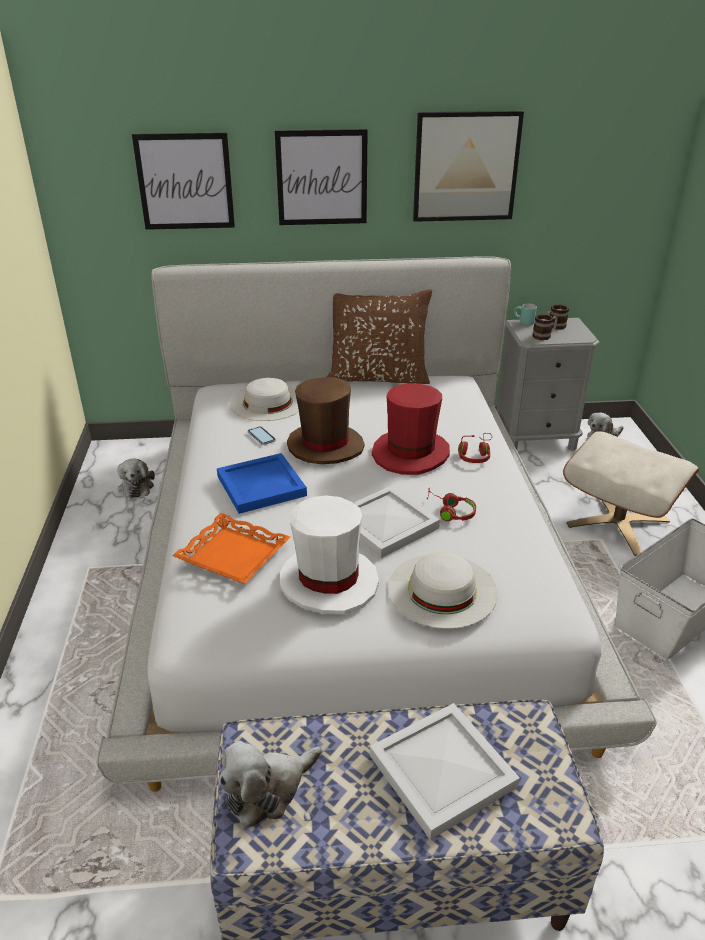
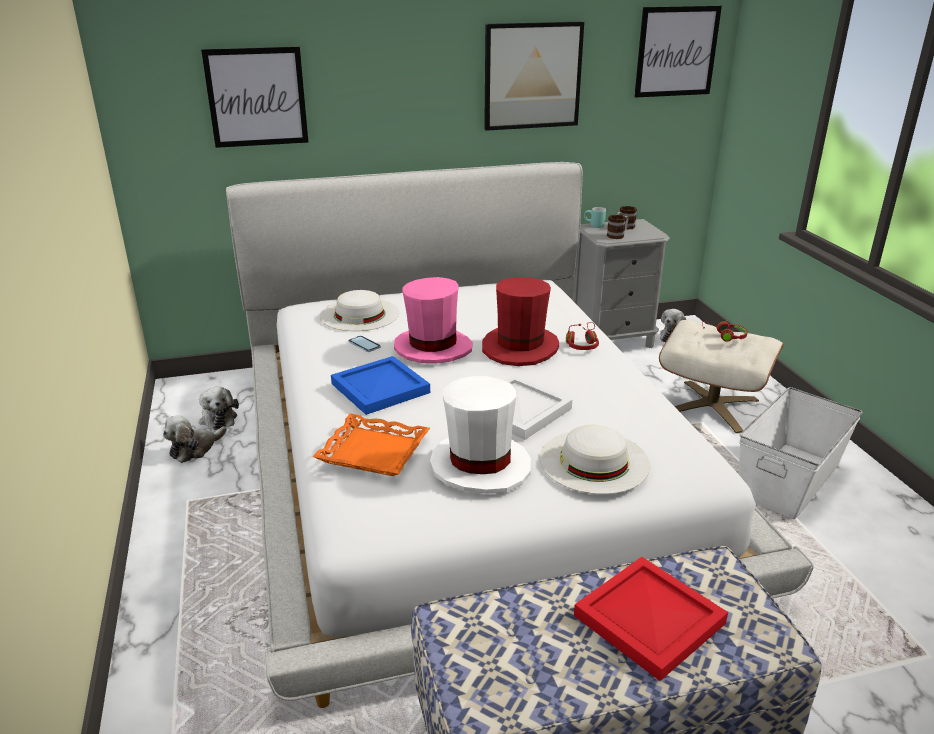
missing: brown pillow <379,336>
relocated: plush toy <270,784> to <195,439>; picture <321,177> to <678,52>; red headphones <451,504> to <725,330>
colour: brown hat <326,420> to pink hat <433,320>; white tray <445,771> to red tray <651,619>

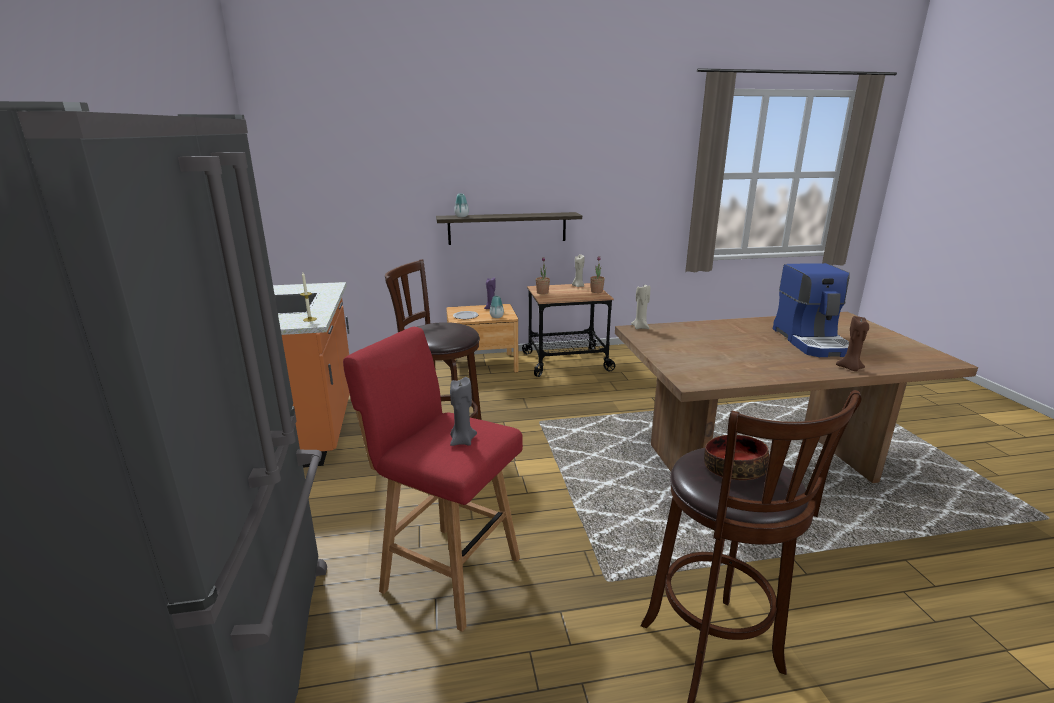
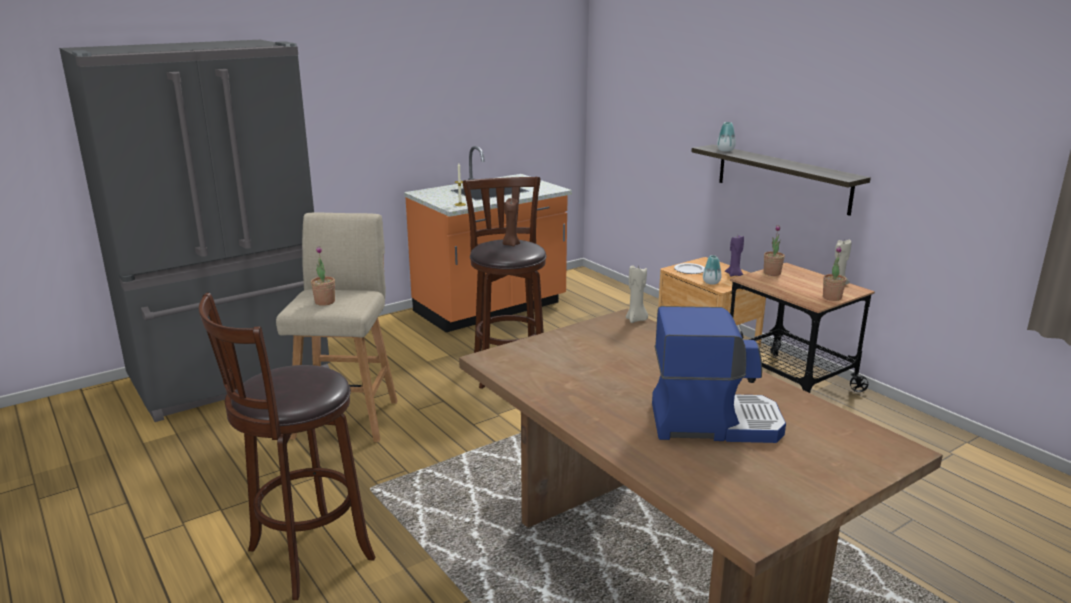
missing: bowl <736,457>
relocated: brown candle <852,343> to <511,222>
exchanged: grey candle <463,411> to potted plant <323,276>
colour: red stool <433,479> to beige stool <337,327>
spun: coffee machine <811,310> = <719,374> 150 degrees counterclockwise

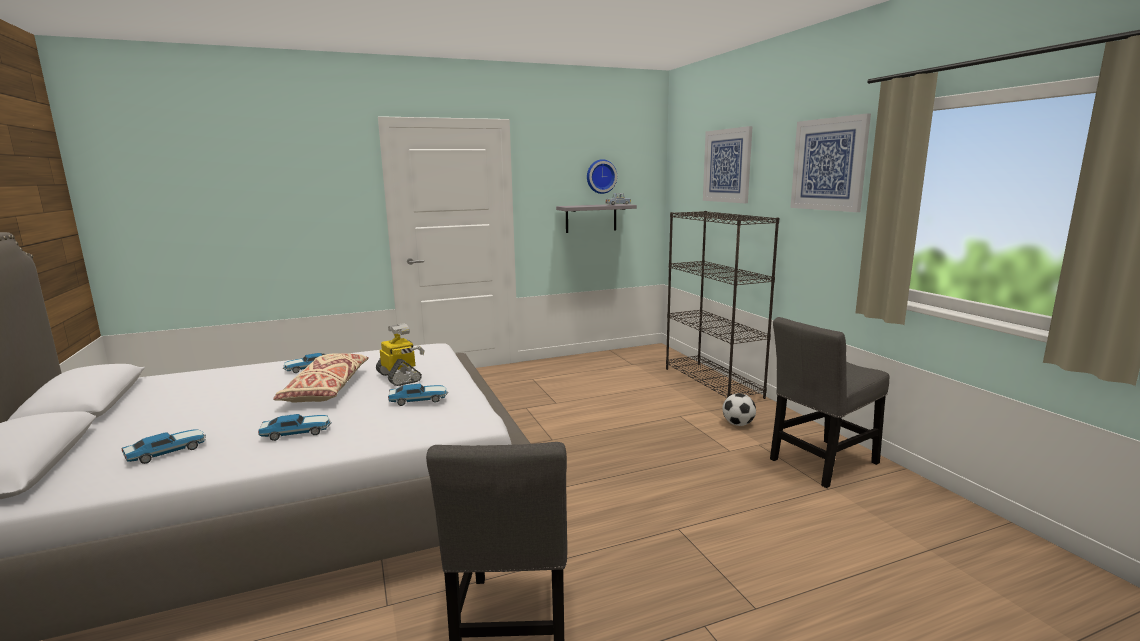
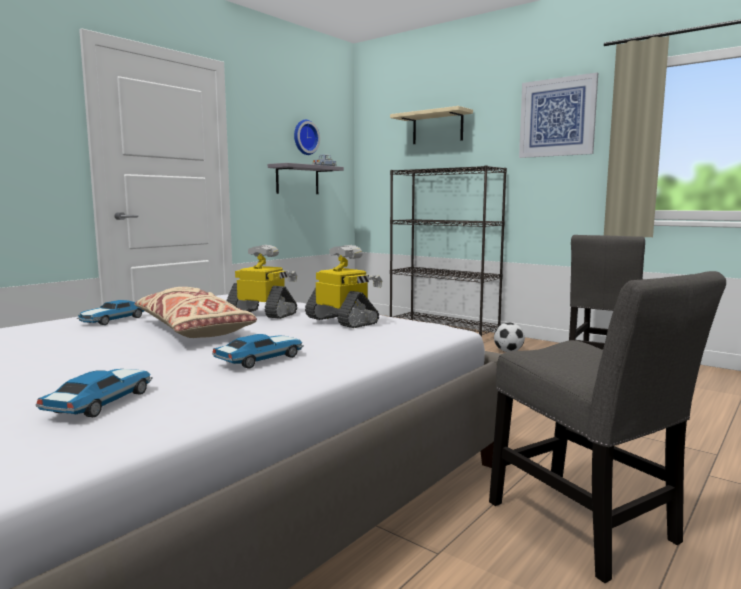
exchanged: toy car <418,395> to toy robot <343,286>; picture <728,164> to beige shelf <431,125>

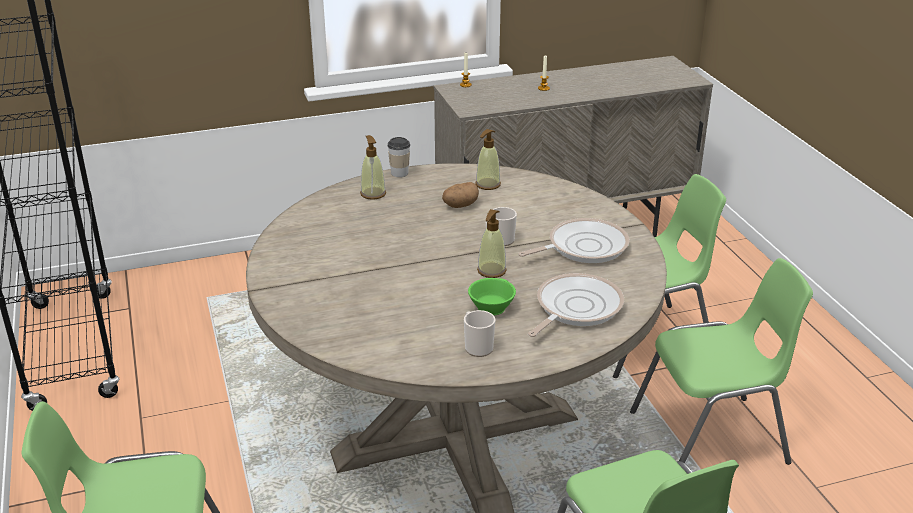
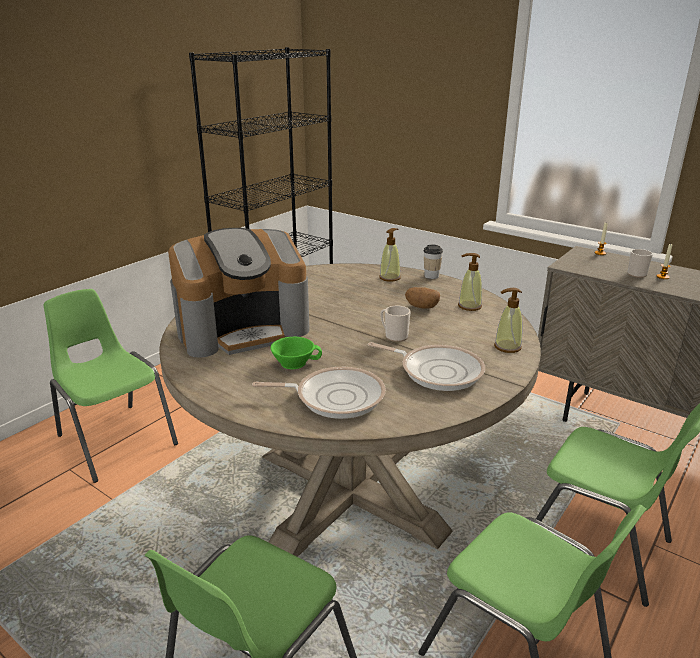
appeared: coffee machine <239,293>
relocated: soap dispenser <492,243> to <508,320>; mug <479,333> to <640,263>

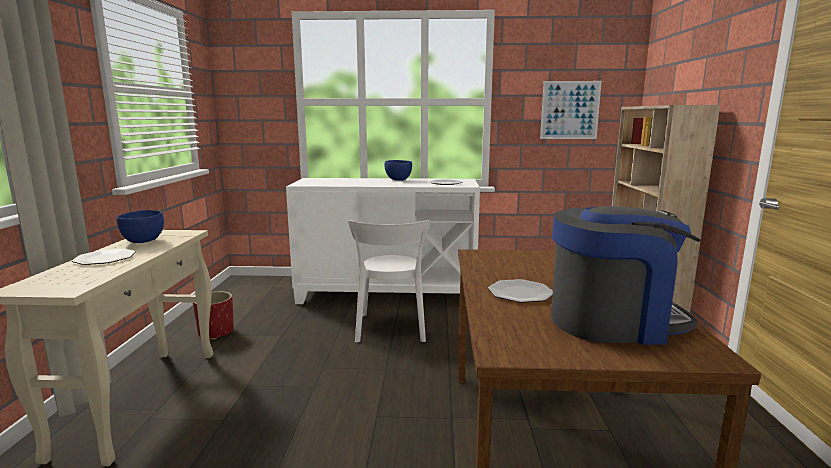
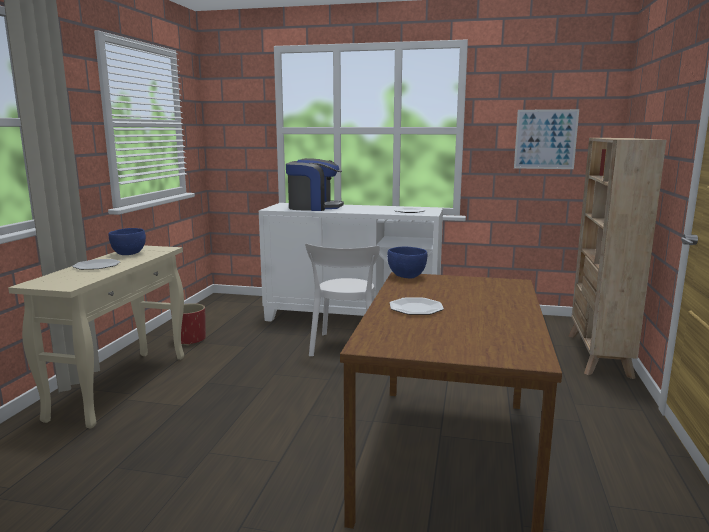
relocated: coffee machine <625,275> to <315,184>; blue bowl <398,170> to <407,262>

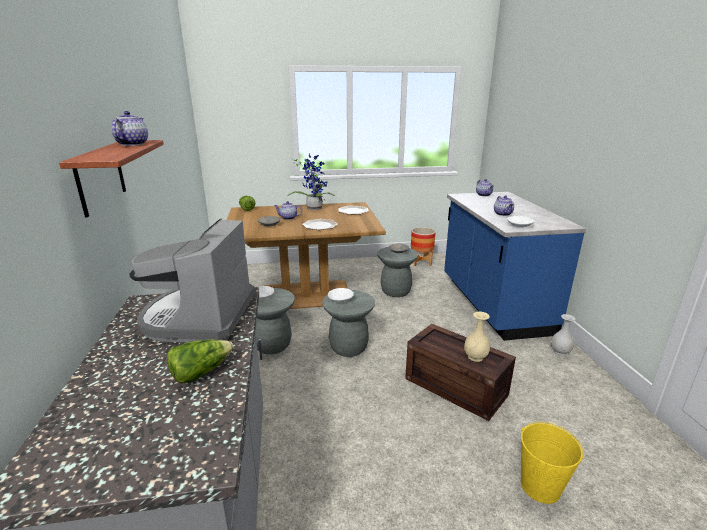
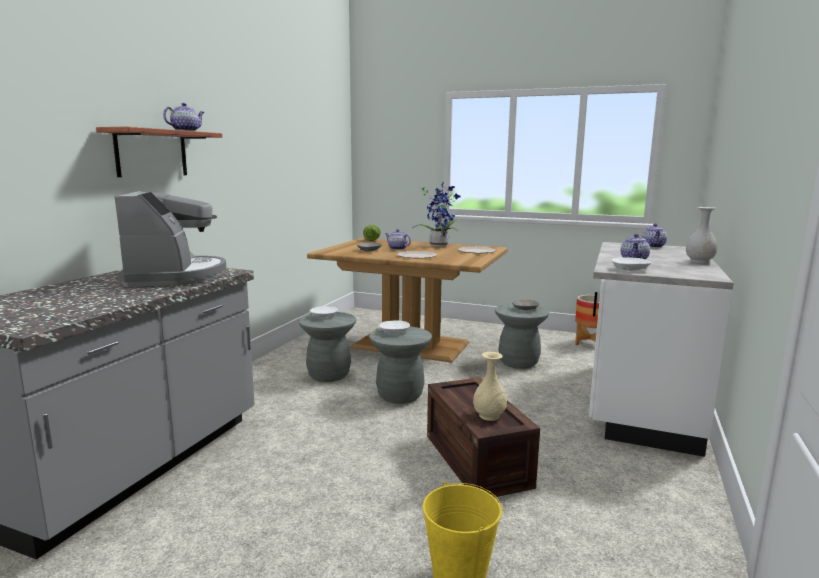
missing: lettuce <200,361>
relocated: white vase <563,335> to <701,235>
colour: blue counter <515,266> to white counter <661,349>
spun: coffee machine <192,280> = <170,239> 135 degrees clockwise

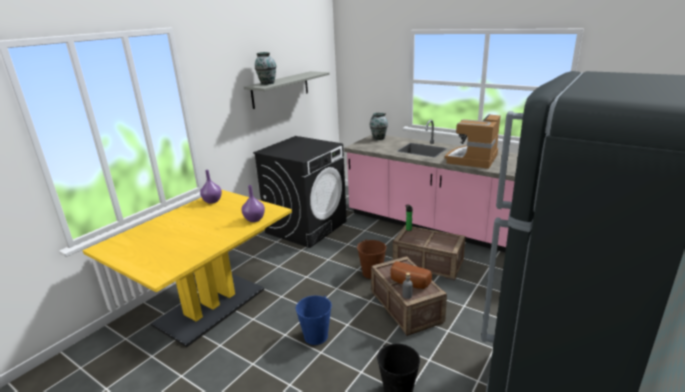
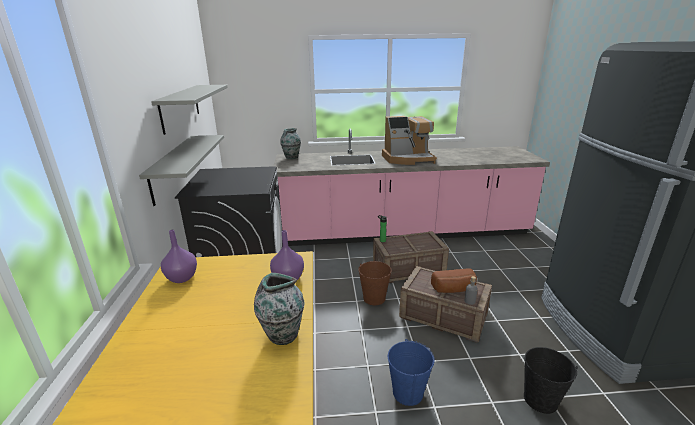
appeared: grey shelf <181,170>
relocated: vase <265,68> to <279,309>
spun: coffee machine <472,141> = <409,140> 90 degrees counterclockwise

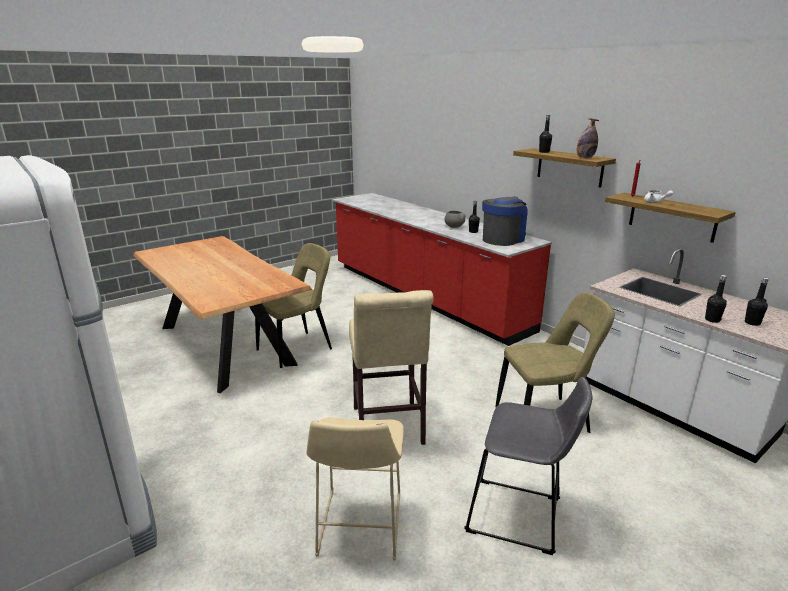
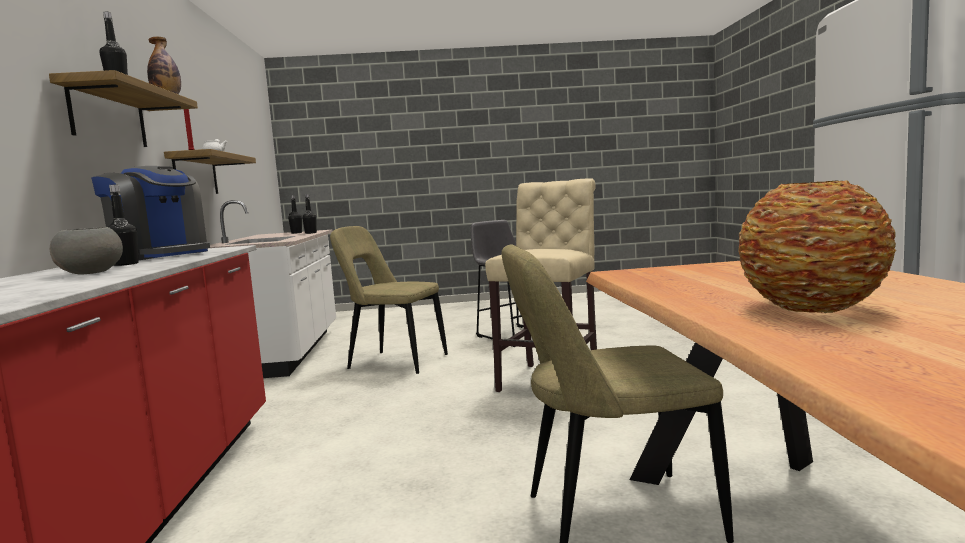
missing: beige stool <355,489>
appeared: vase <817,246>
spun: coffee machine <505,221> = <150,213> 135 degrees counterclockwise

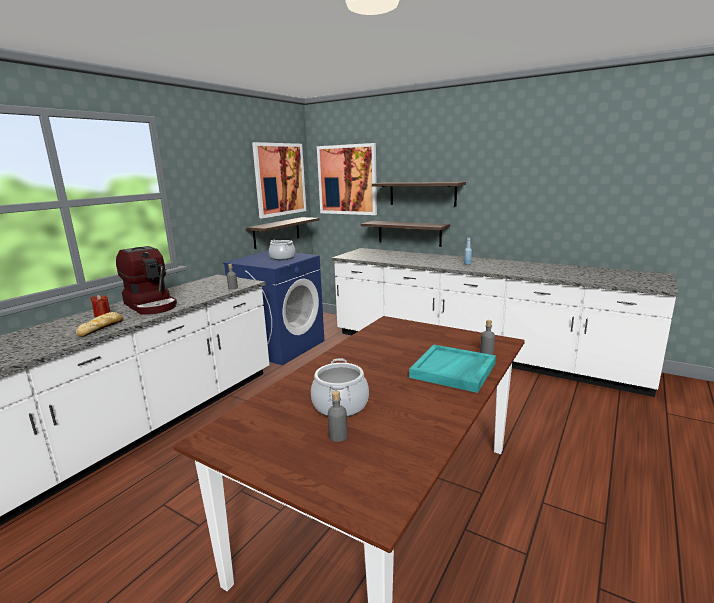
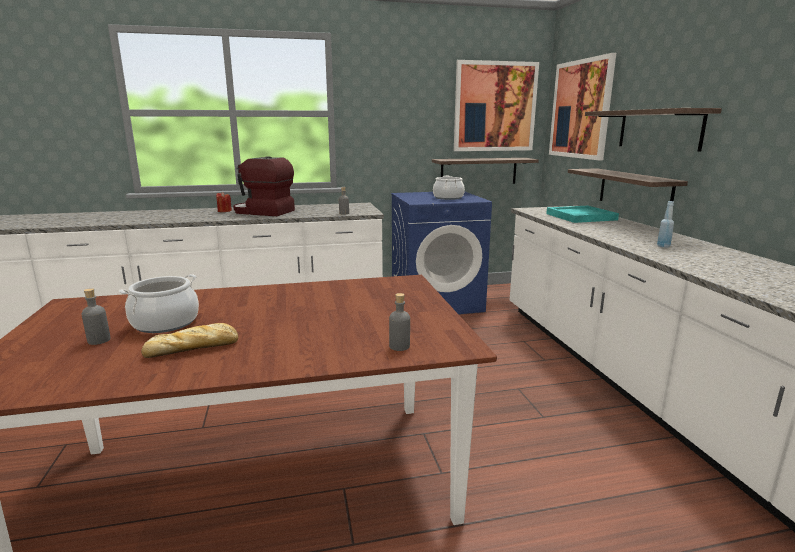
relocated: bread <99,324> to <189,340>; turquoise tray <452,368> to <582,214>
spun: coffee machine <146,280> = <264,186> 105 degrees clockwise

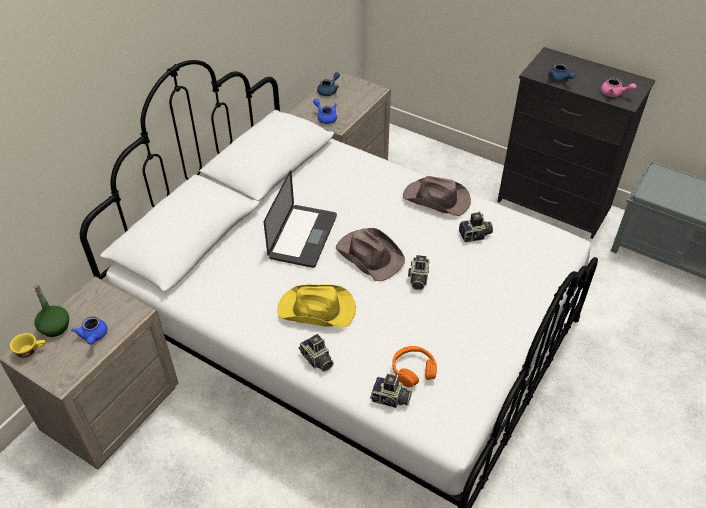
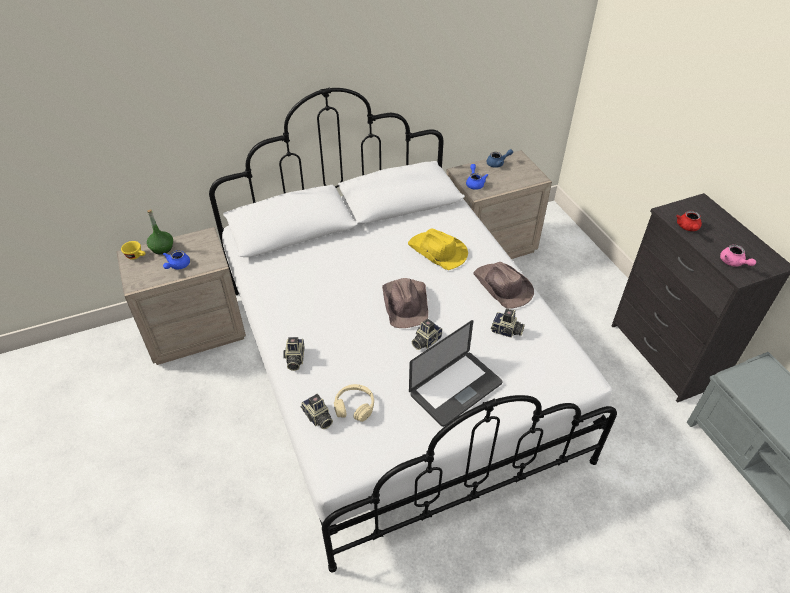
relocated: yellow hat <316,306> to <438,249>; laptop <300,219> to <456,373>
colour: orange headphones <414,366> to beige headphones <354,403>; blue teapot <561,72> to red teapot <689,221>

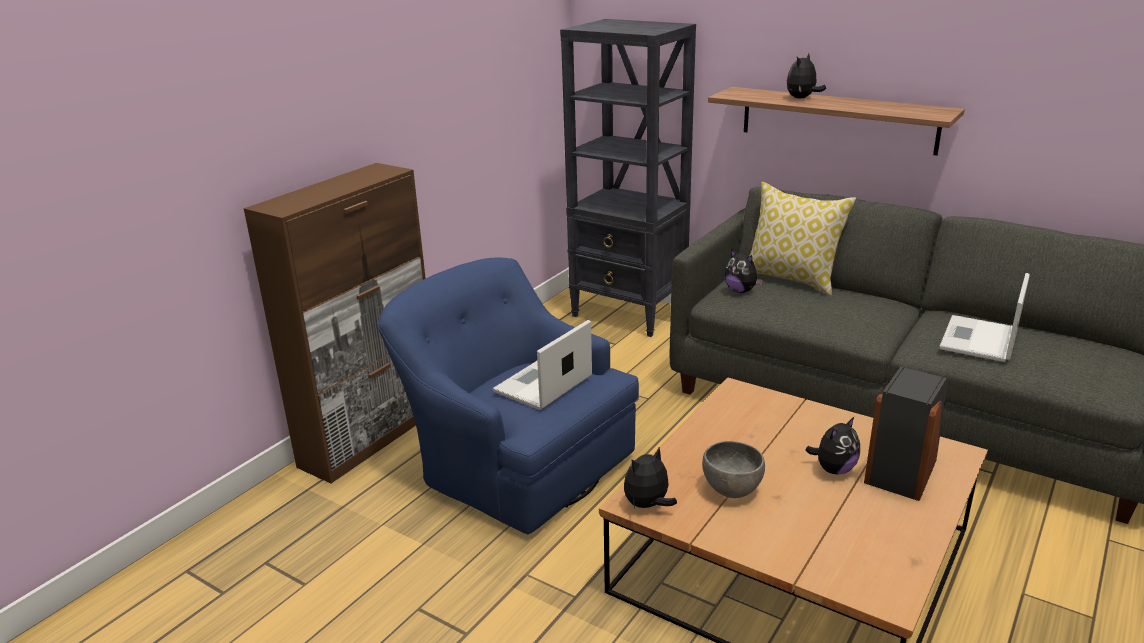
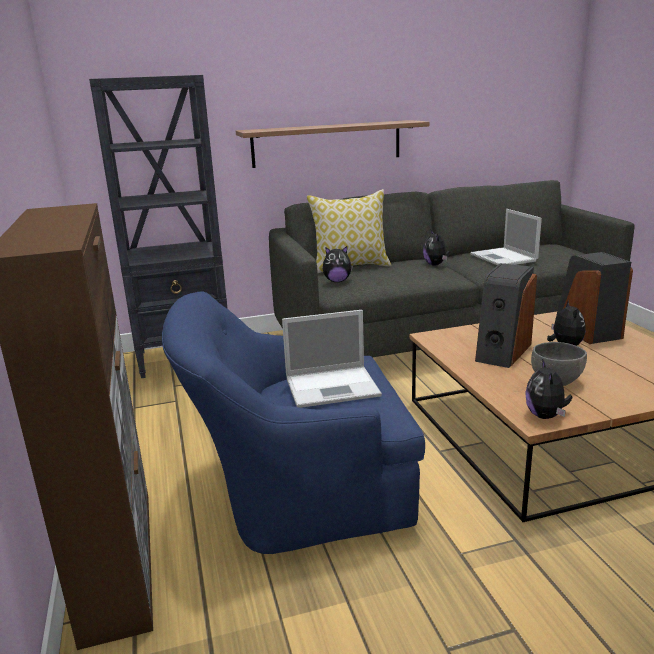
appeared: speaker <506,315>
relocated: plush toy <806,75> to <436,247>
spun: laptop <542,365> = <332,359> 90 degrees counterclockwise

